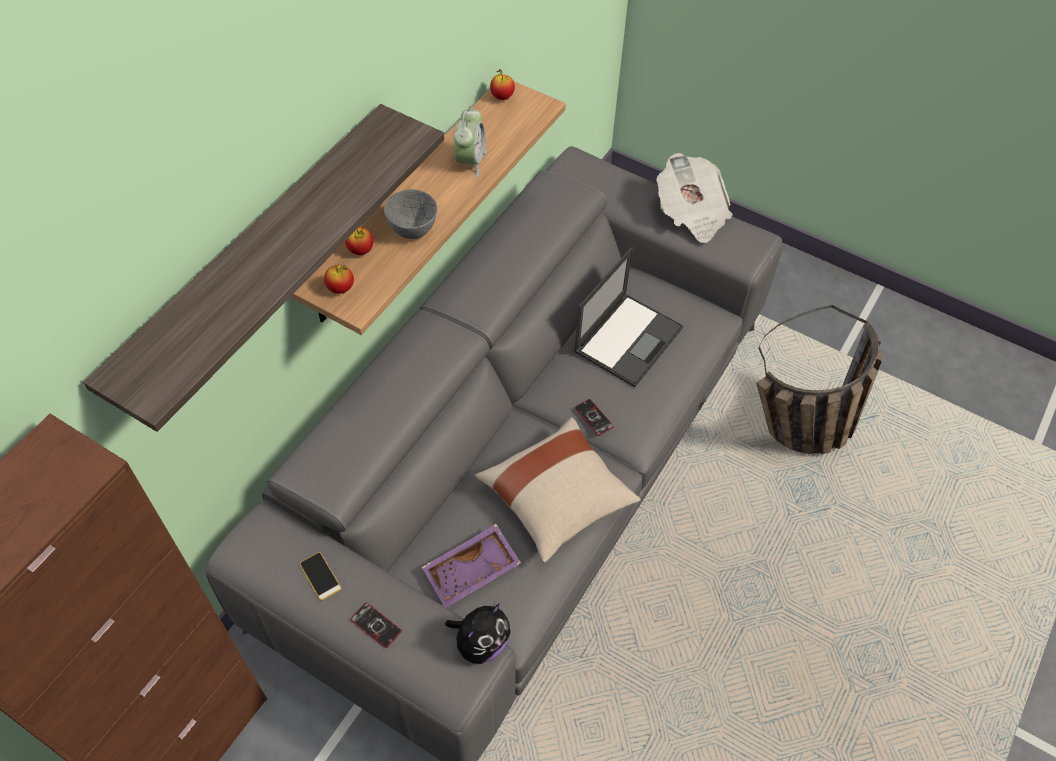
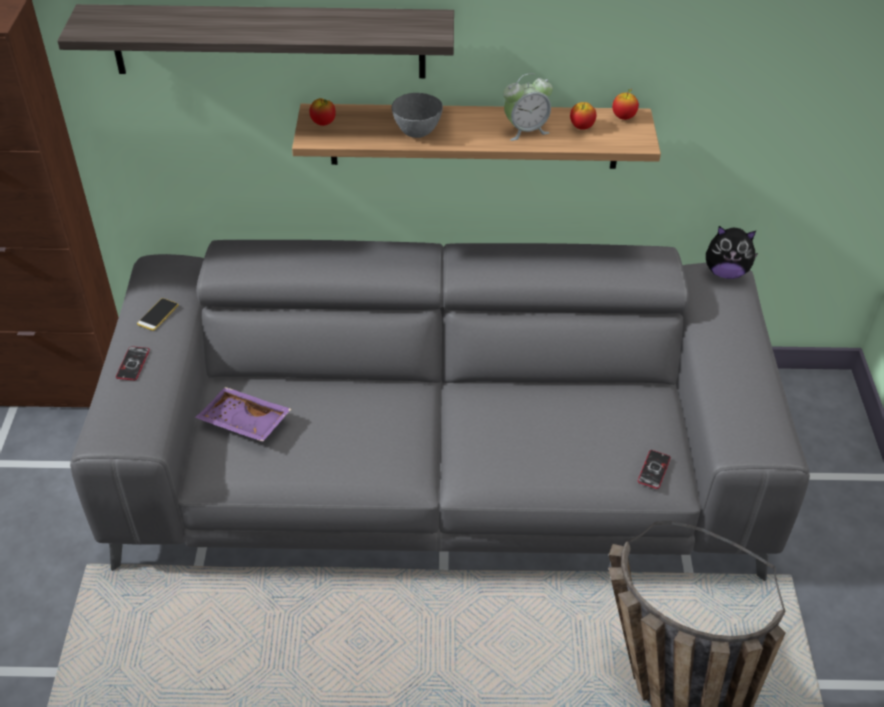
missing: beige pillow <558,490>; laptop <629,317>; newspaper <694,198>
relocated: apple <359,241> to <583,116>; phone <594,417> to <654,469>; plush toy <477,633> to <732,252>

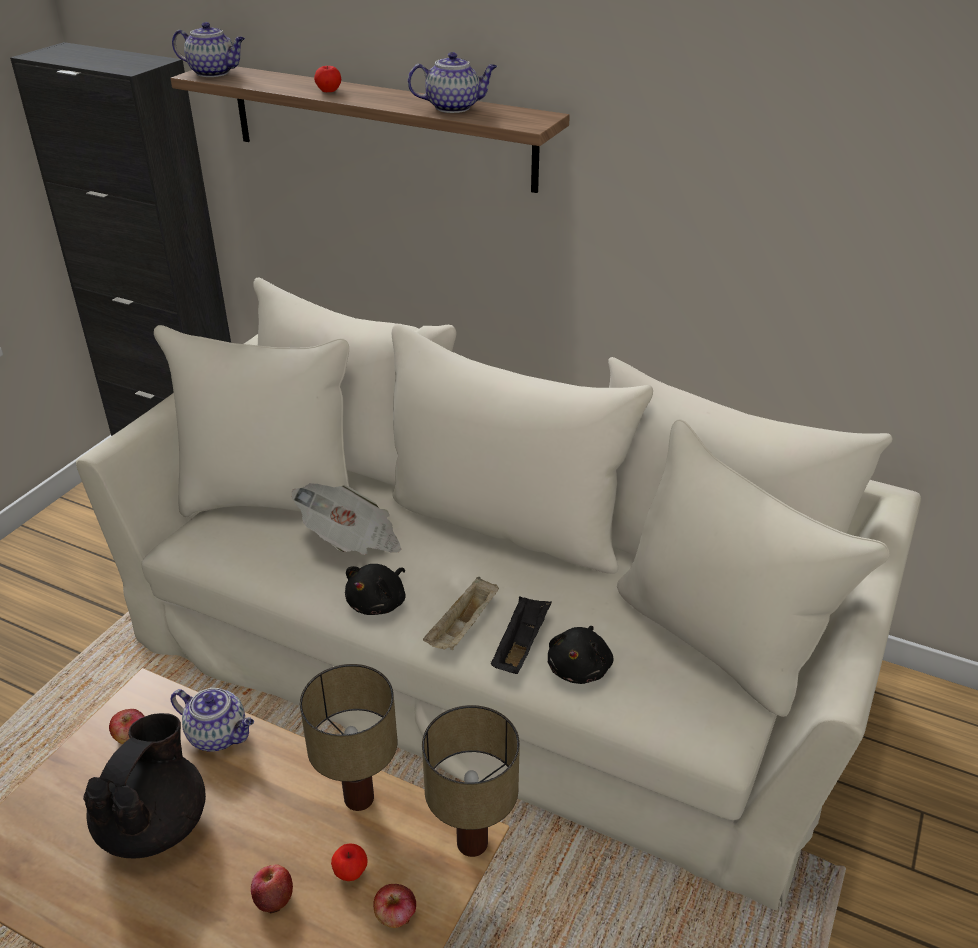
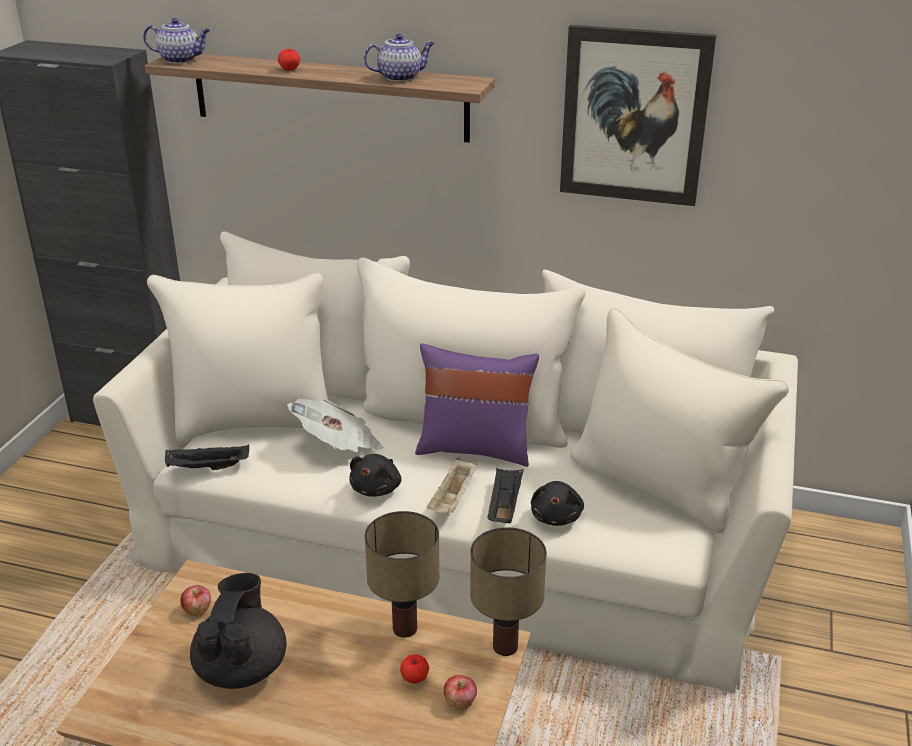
missing: teapot <212,720>; apple <272,888>
appeared: black tray <207,457>; purple pillow <477,405>; picture <638,115>

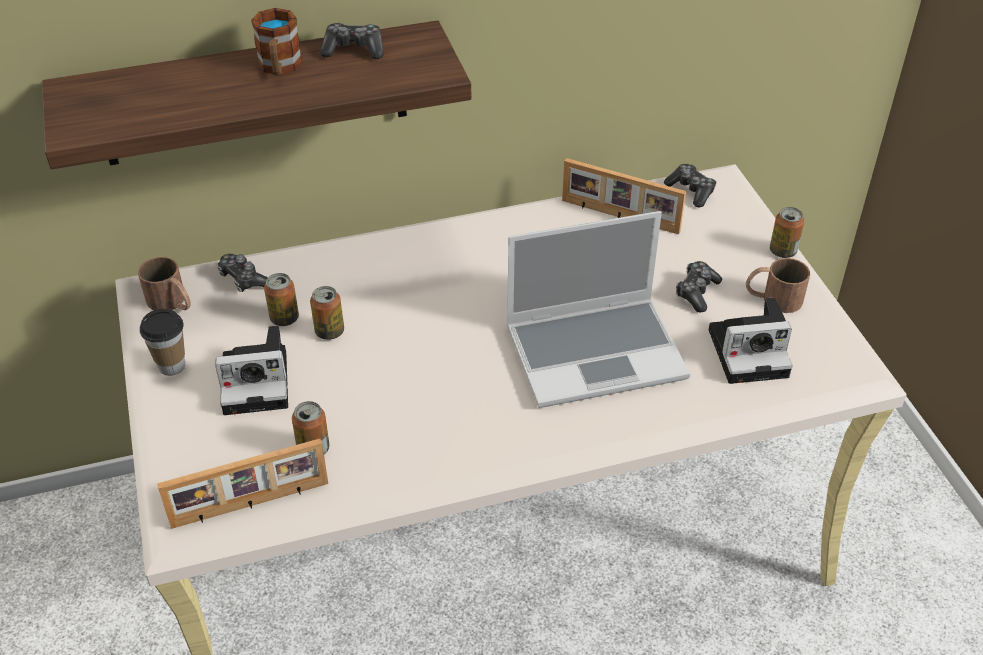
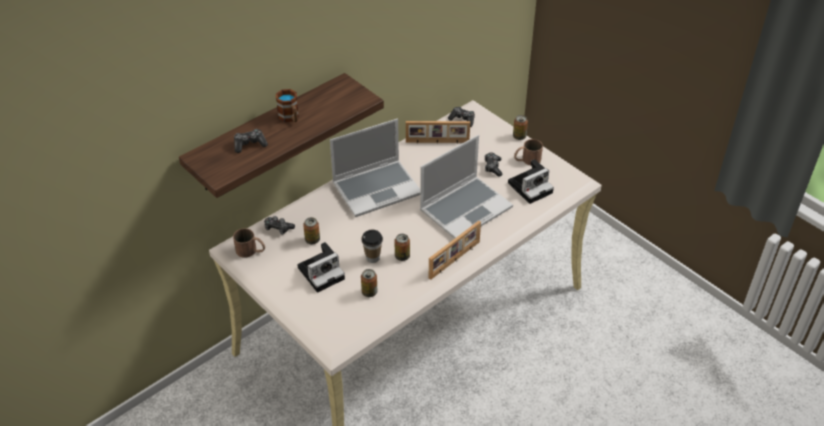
appeared: laptop <375,168>
relocated: game controller <352,41> to <251,141>; cup <162,342> to <372,246>; can <327,313> to <402,247>; picture frame <242,484> to <455,250>

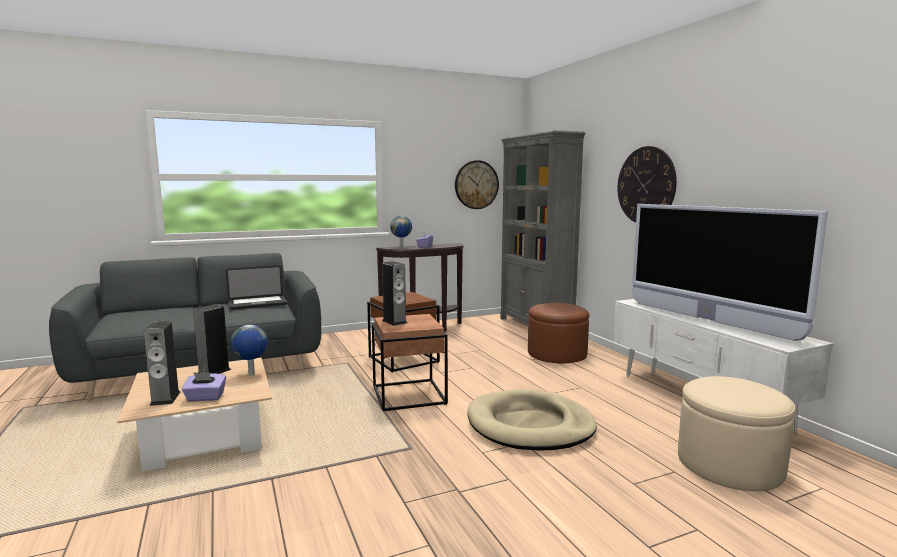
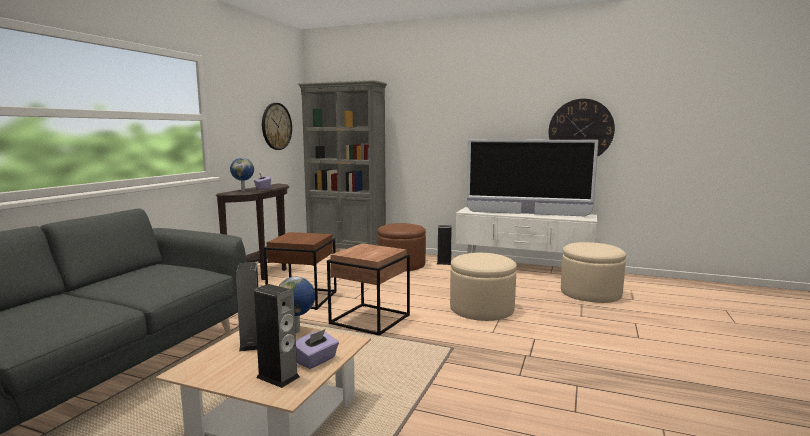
missing: laptop <256,287>
relocated: speaker <394,293> to <444,245>; wall clock <647,184> to <582,128>
exchanged: beige dog bed <532,420> to beige ottoman <483,287>

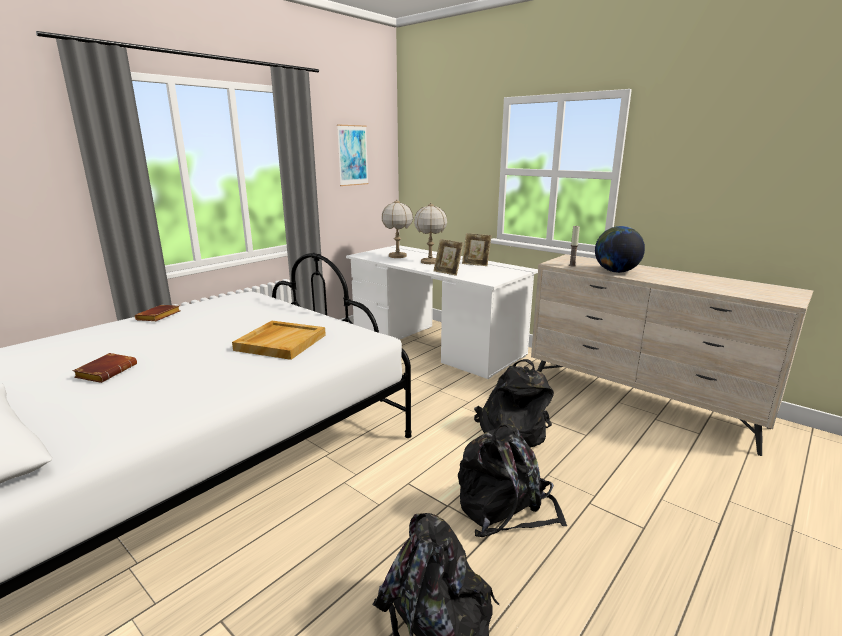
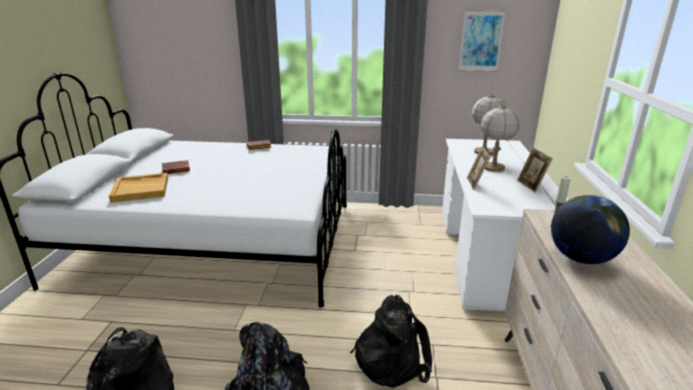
relocated: beige tray <279,340> to <138,188>

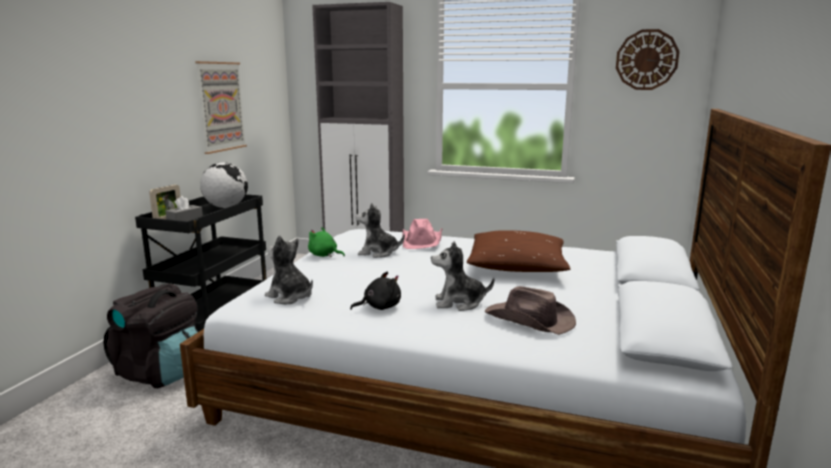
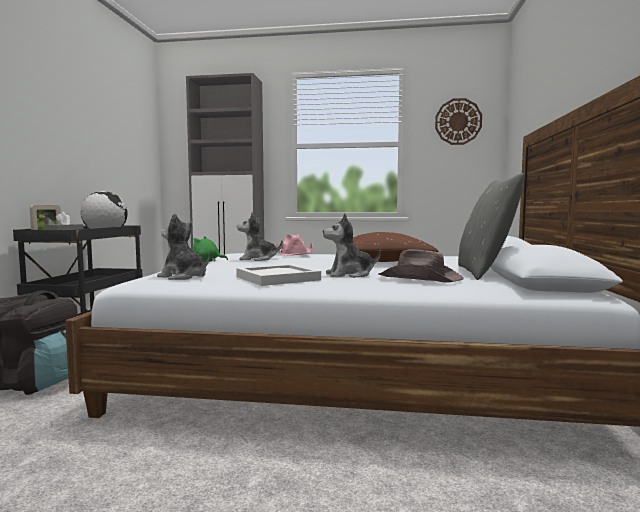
missing: picture <221,107>
appeared: grey pillow <491,226>
exchanged: black plush toy <375,290> to white tray <278,275>

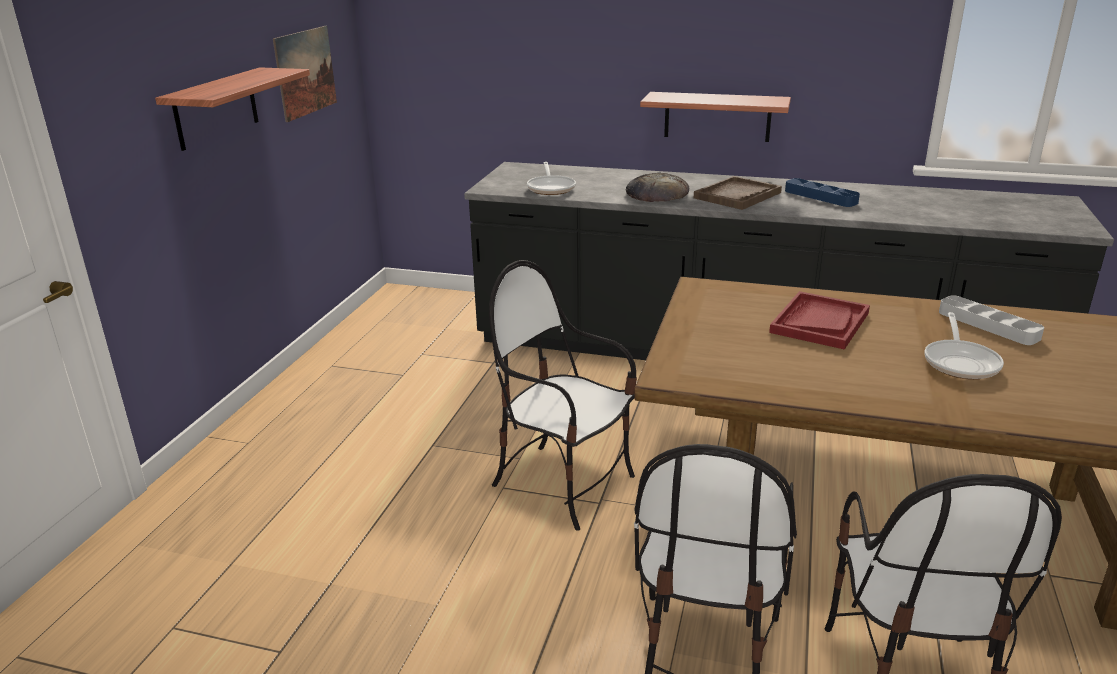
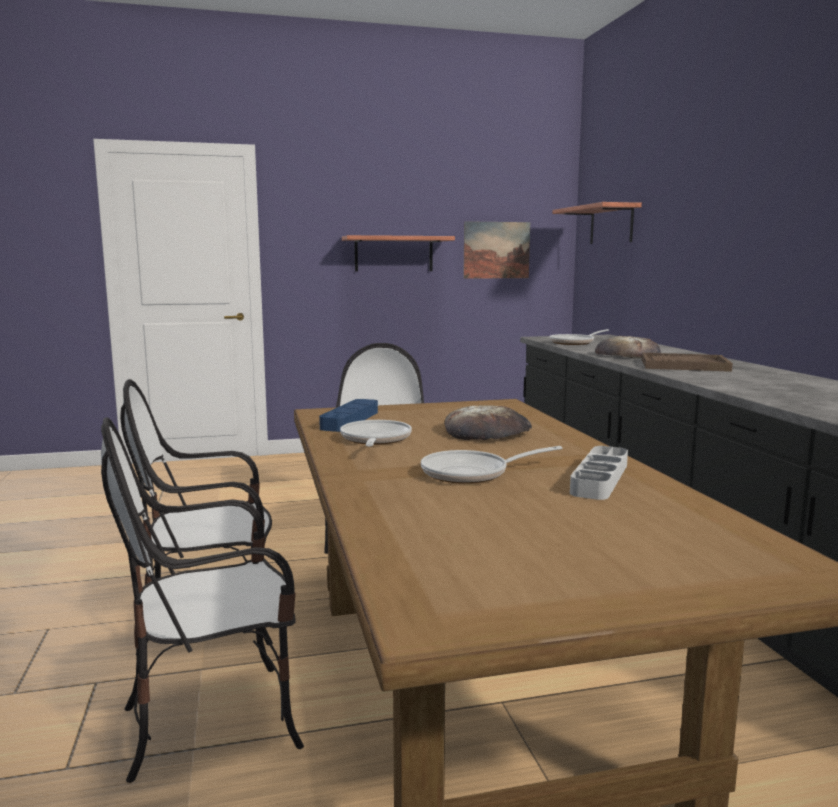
appeared: frying pan <376,433>
relocated: blue tray <822,192> to <348,415>; shelf <715,117> to <597,223>
exchanged: red tray <819,320> to bread <488,422>

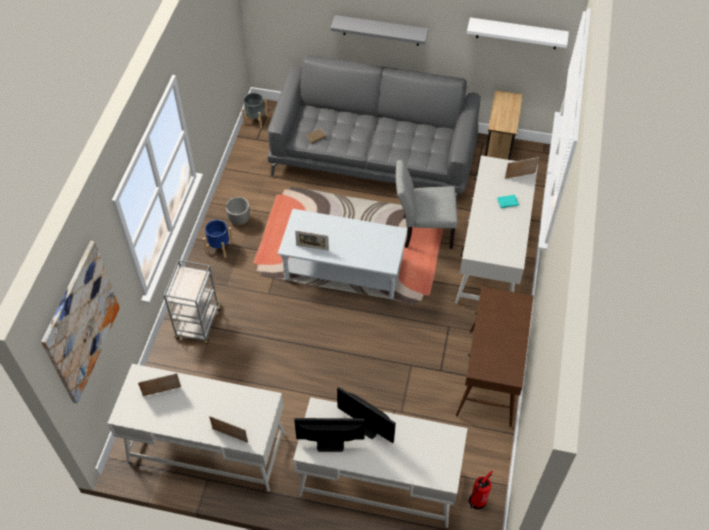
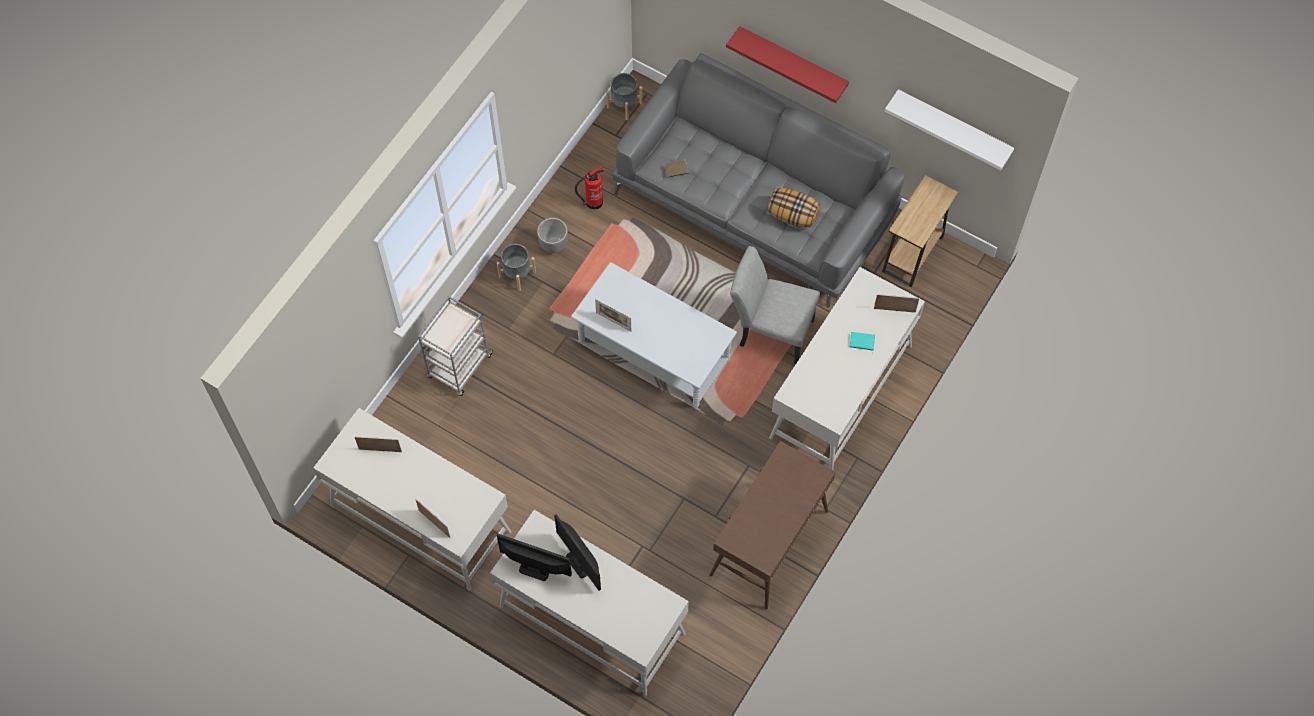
missing: picture <80,322>
appeared: pillow <794,208>
relocated: fire extinguisher <480,490> to <589,187>
colour: blue planter <218,239> to grey planter <516,267>; grey shelf <380,30> to red shelf <787,64>

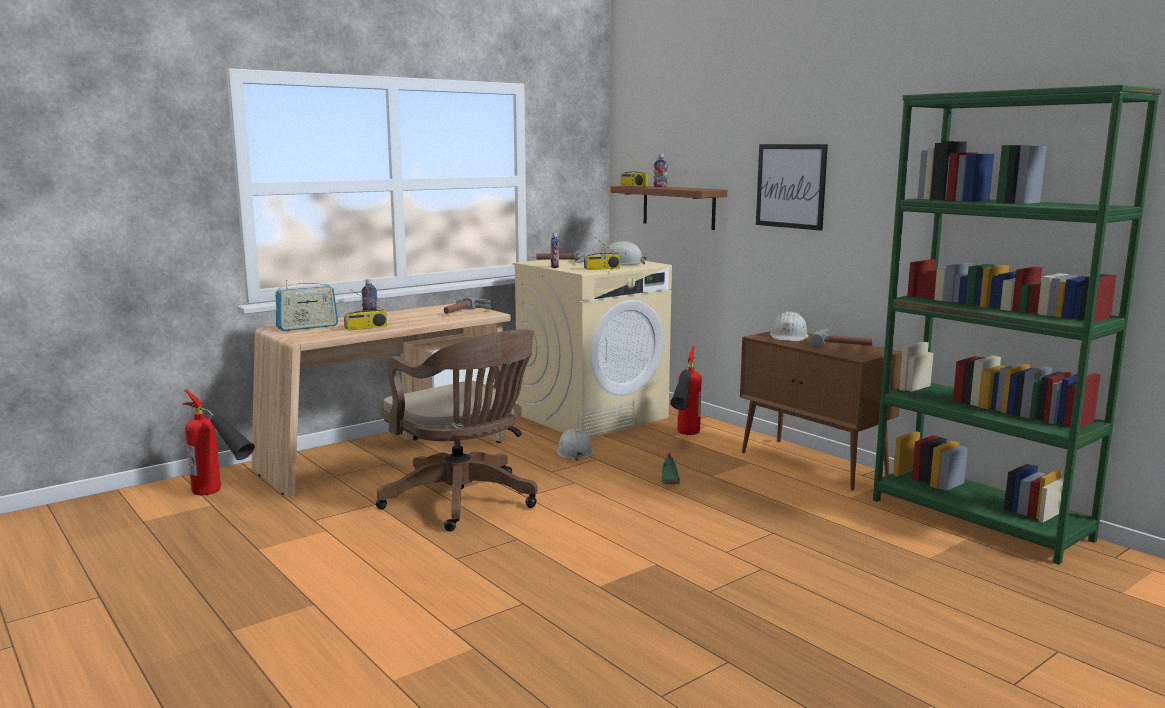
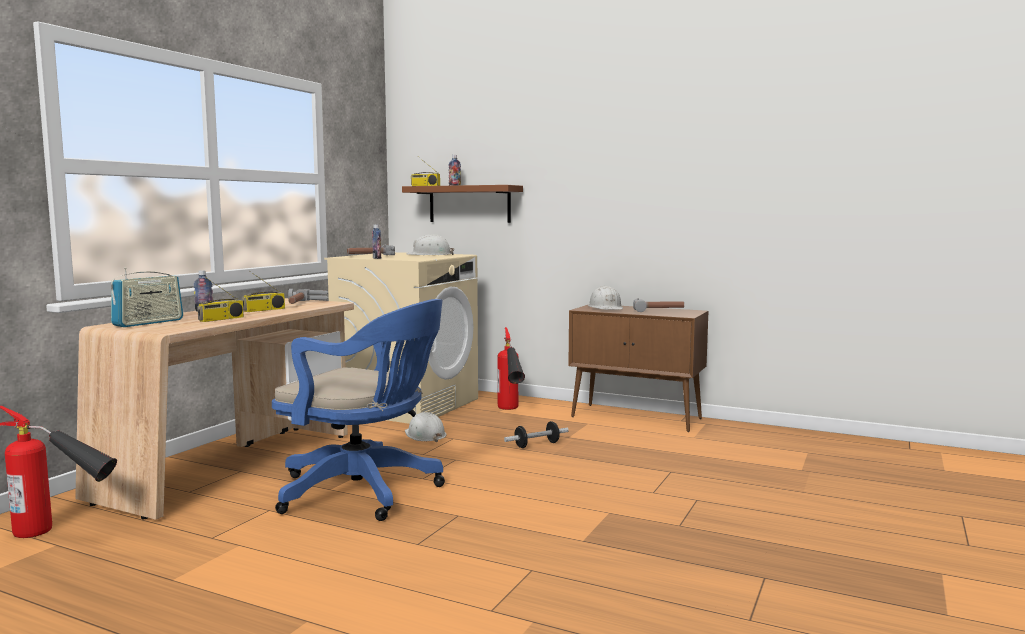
missing: picture <792,187>; green bookcase <1017,325>
relocated: radio <602,252> to <263,292>
exchanged: green shoe <671,468> to dumbbell <536,434>
colour: brown office chair <457,430> to blue office chair <358,410>

